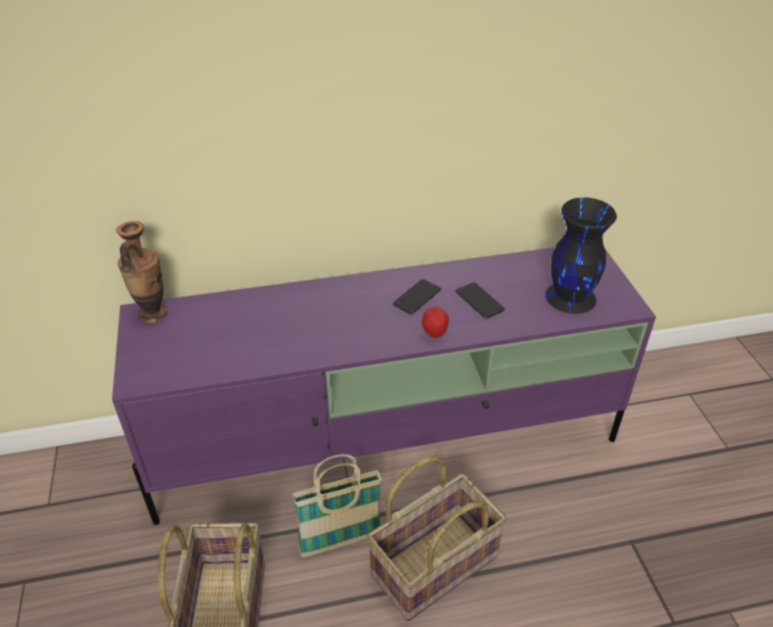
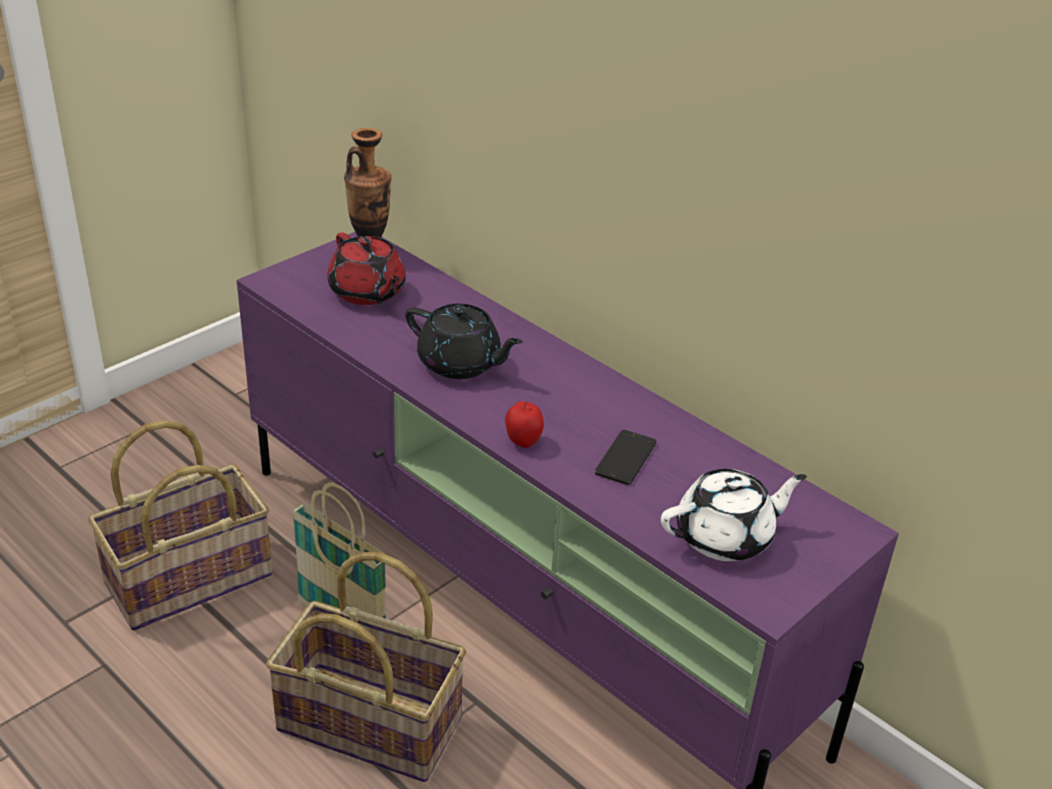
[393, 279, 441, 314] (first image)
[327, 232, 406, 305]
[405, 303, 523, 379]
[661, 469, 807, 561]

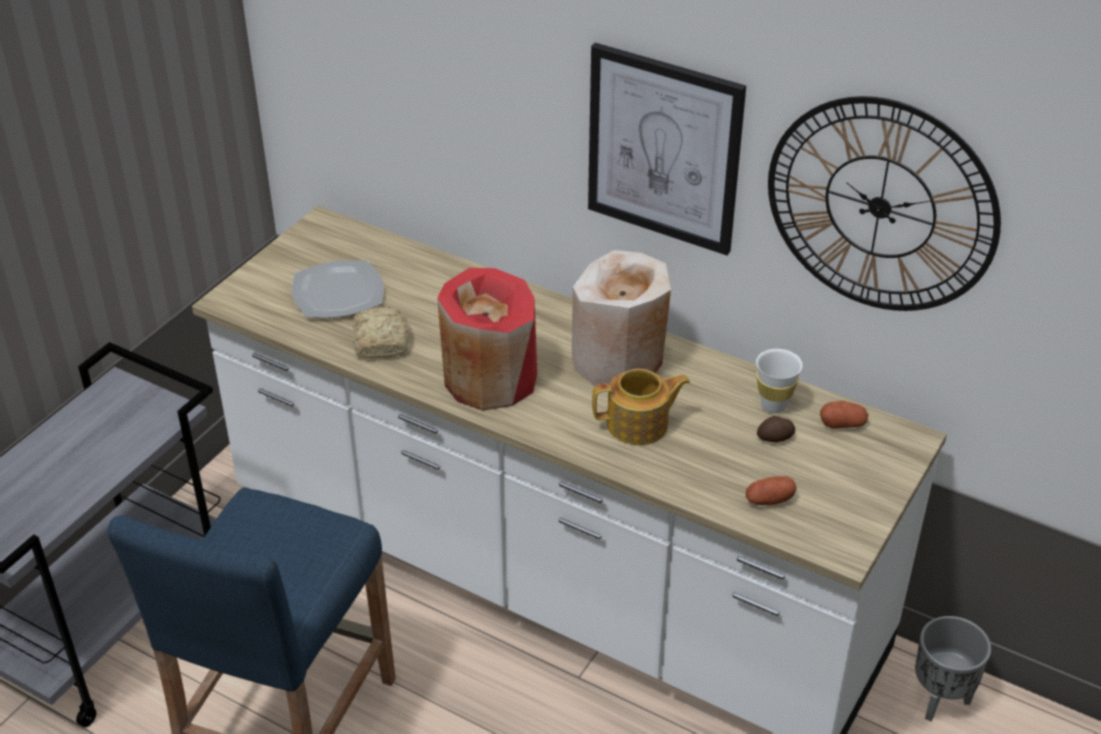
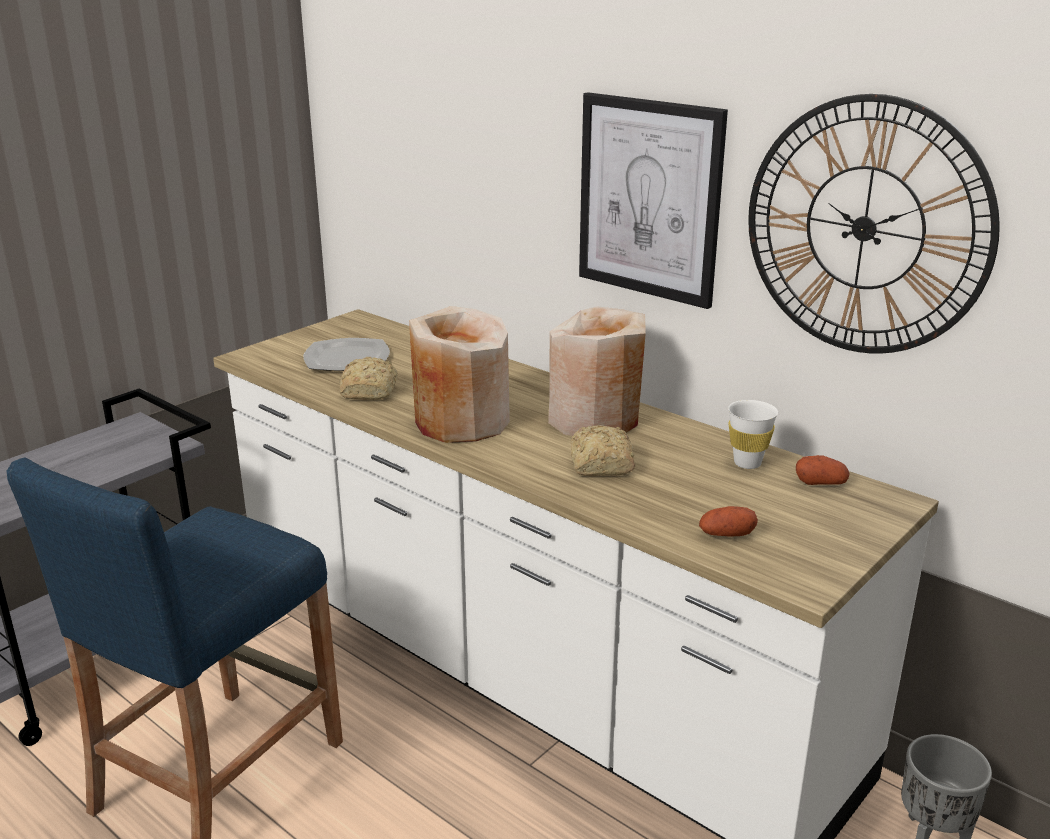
[757, 416, 795, 442] (first image)
[571, 425, 635, 476]
[409, 306, 510, 443]

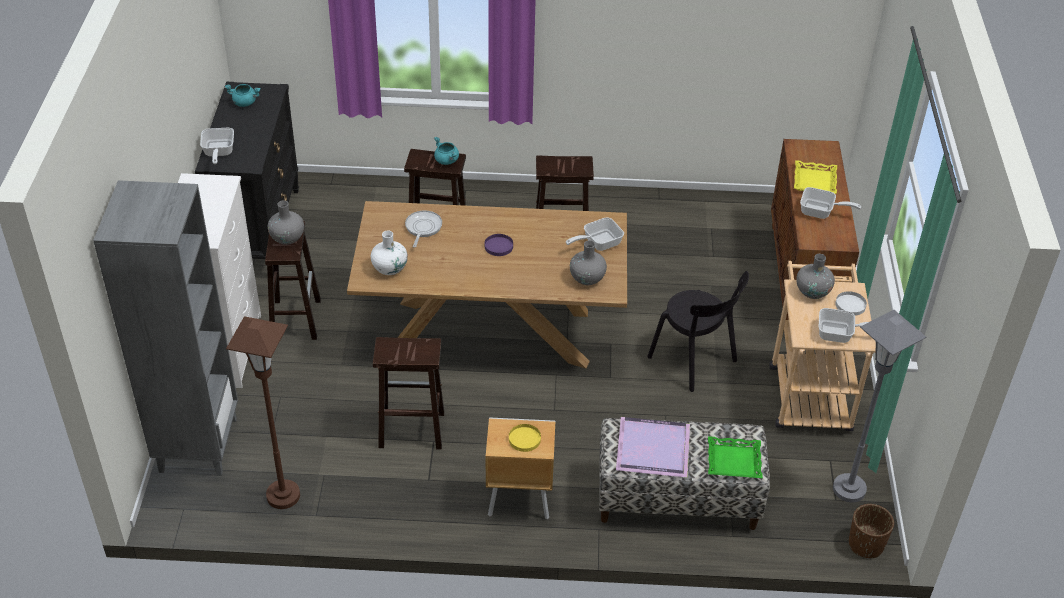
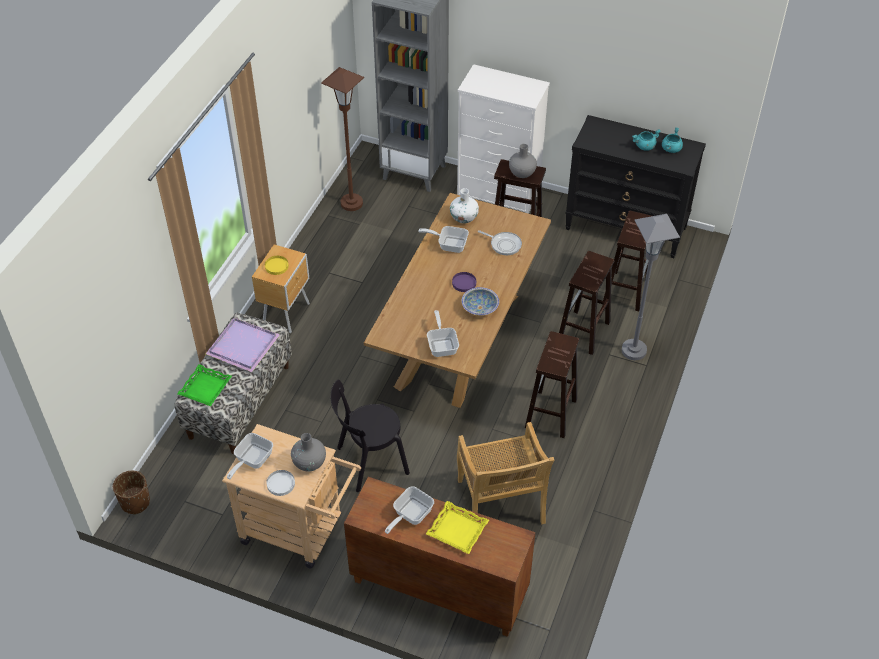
[570, 241, 607, 285] (first image)
[457, 422, 554, 524]
[462, 287, 499, 315]
[418, 226, 469, 253]
[603, 211, 652, 312]
[632, 130, 661, 151]
[622, 214, 680, 360]

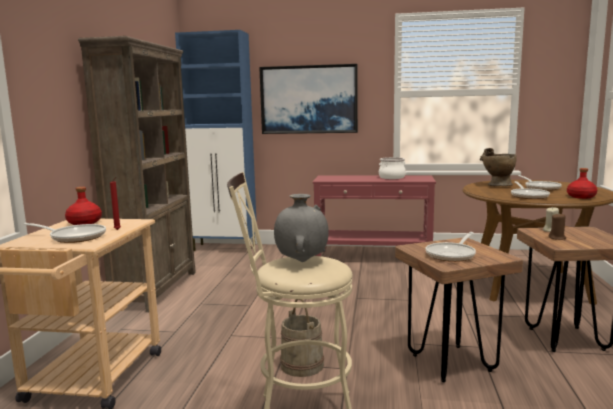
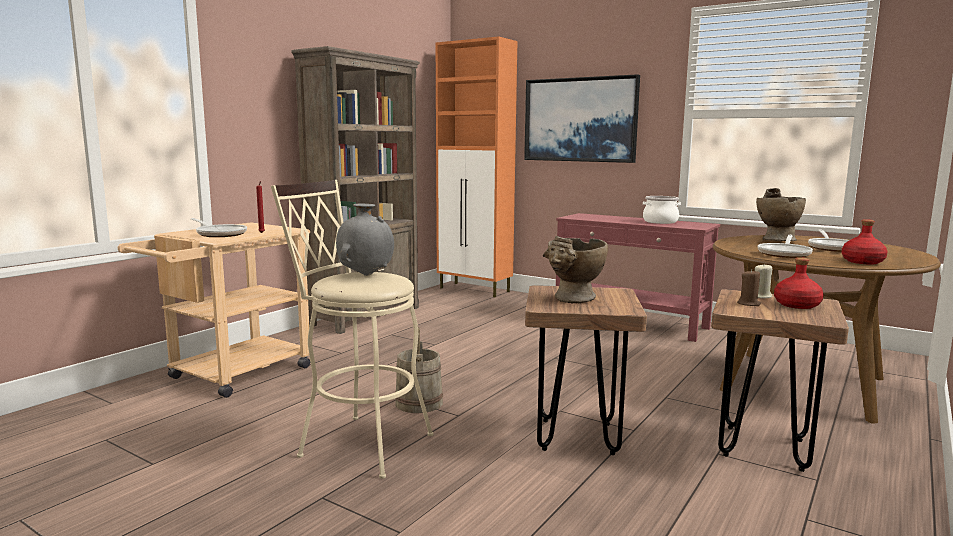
[774, 257, 824, 309]
[543, 236, 608, 304]
[436, 36, 517, 297]

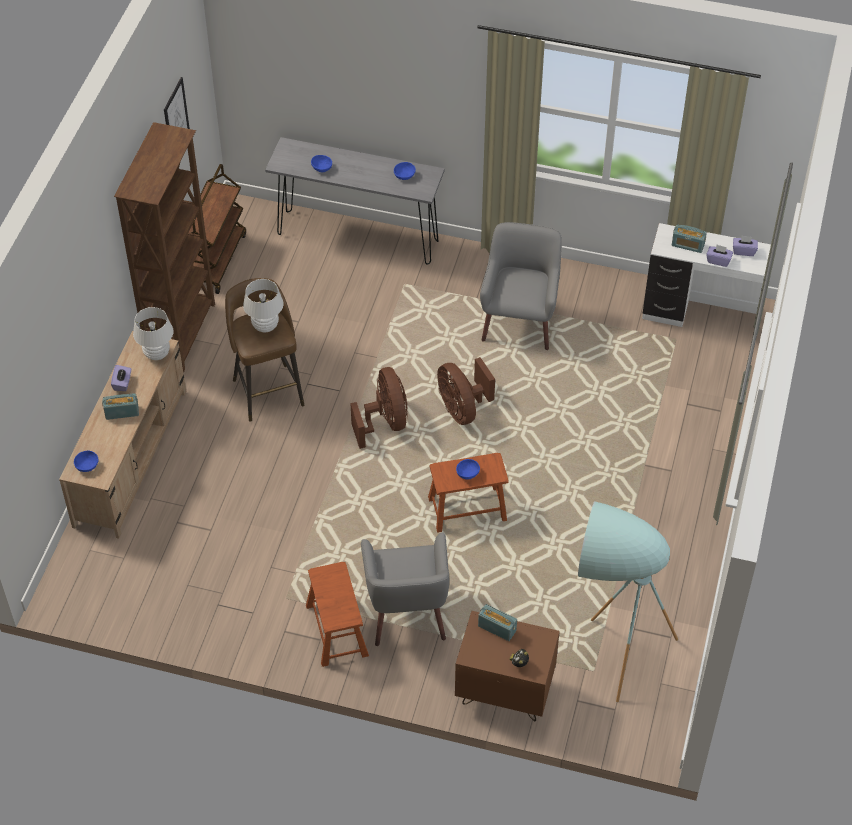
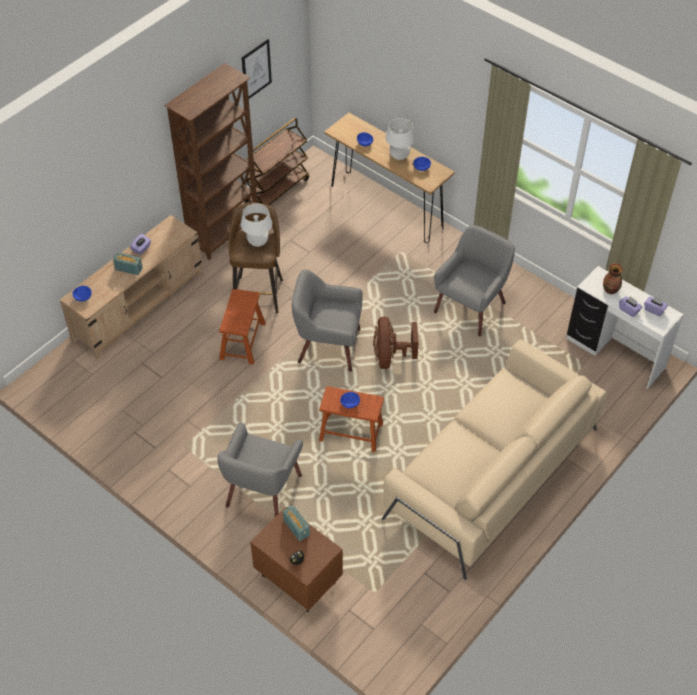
[578, 501, 678, 702] (first image)
[382, 339, 607, 580]
[385, 118, 415, 160]
[219, 289, 265, 364]
[292, 269, 363, 372]
[603, 263, 623, 294]
[324, 113, 455, 243]

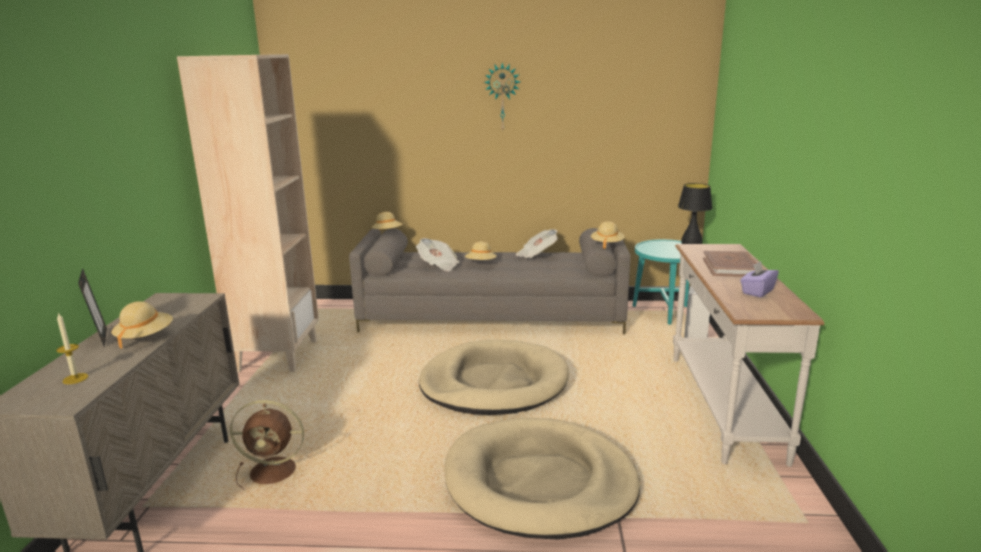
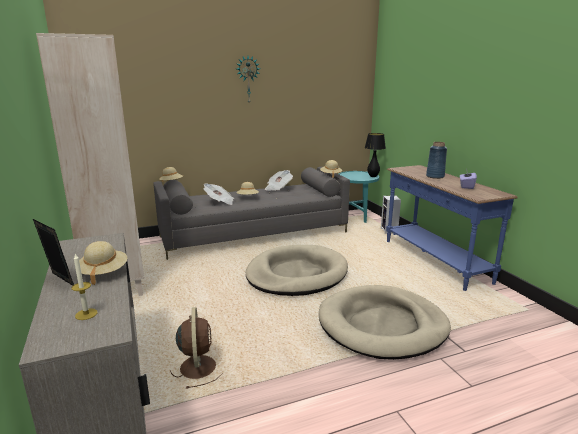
[426, 142, 447, 179]
[386, 165, 518, 291]
[170, 307, 223, 389]

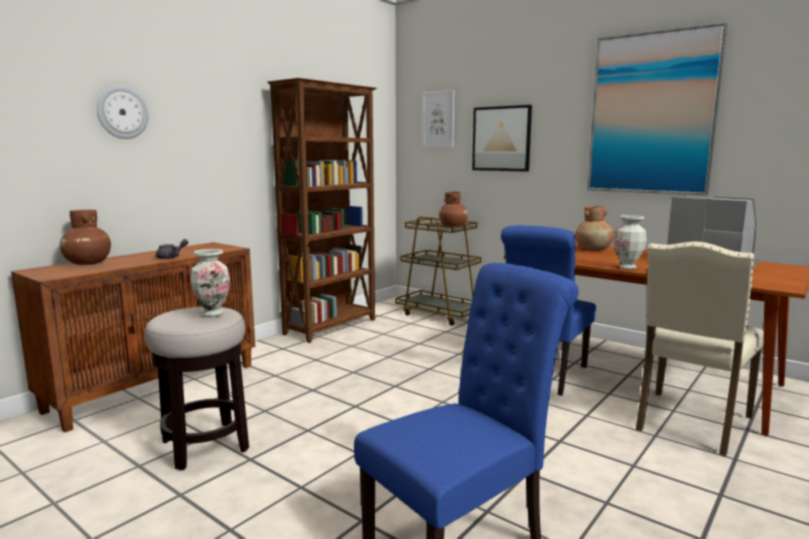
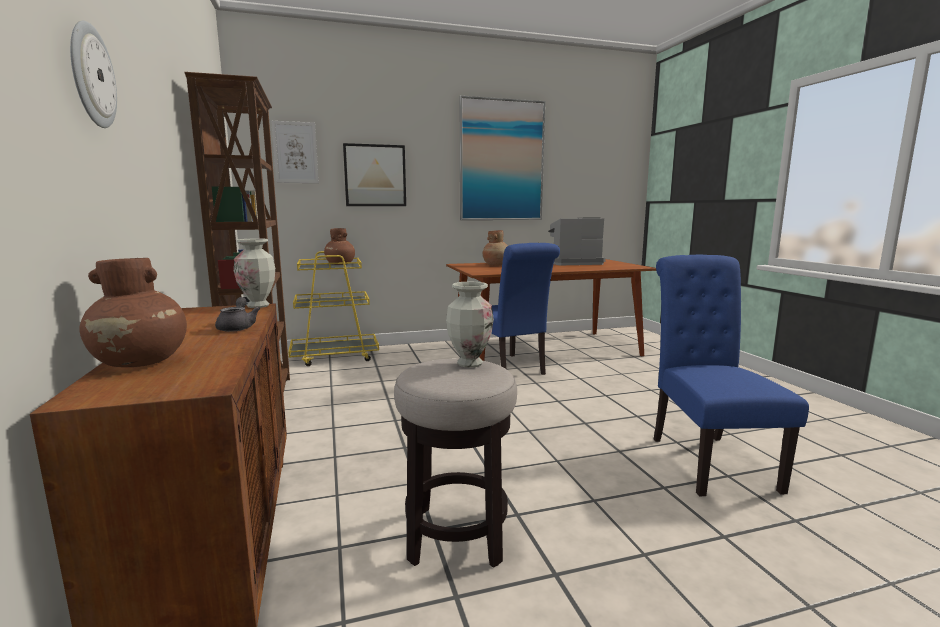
[636, 242, 764, 456] (first image)
[234, 238, 275, 308]
[288, 251, 379, 366]

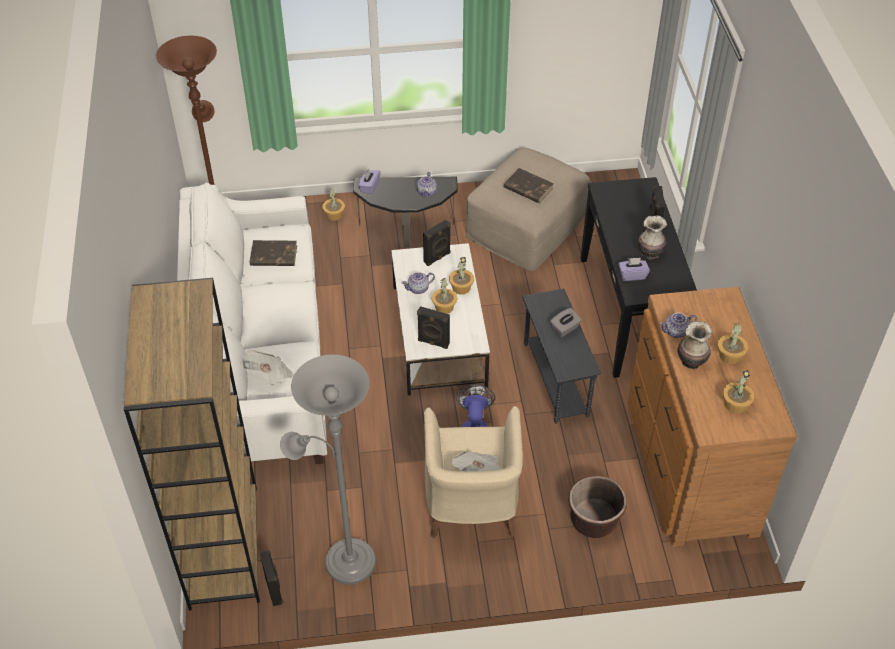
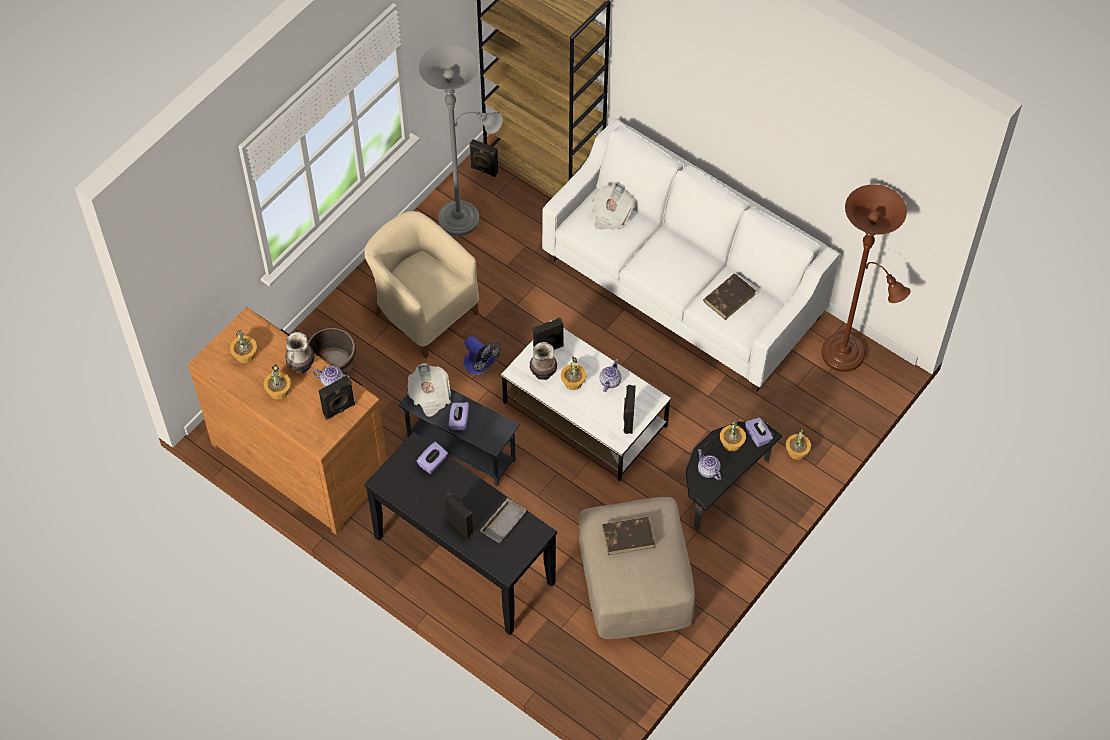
[319, 375, 355, 420]
[480, 498, 527, 543]
[720, 421, 746, 451]
[407, 363, 451, 417]
[530, 342, 557, 380]
[449, 402, 469, 431]
[313, 366, 350, 387]

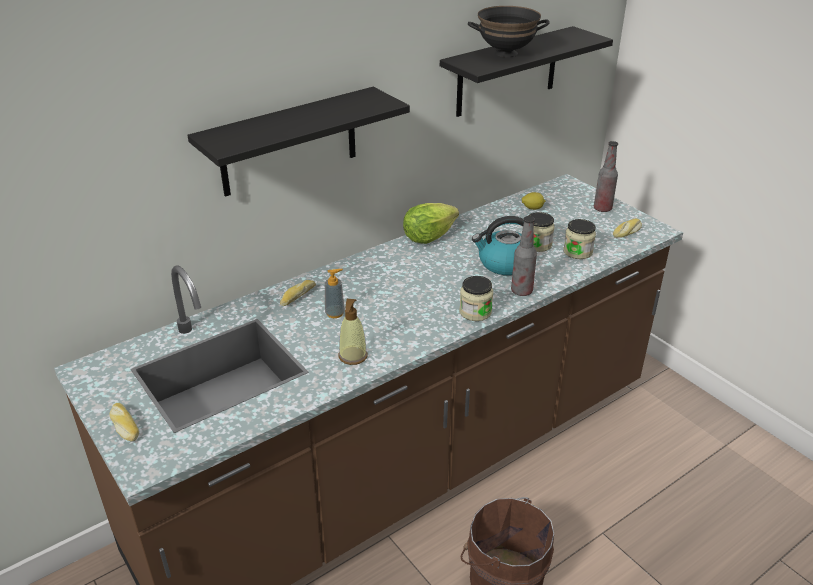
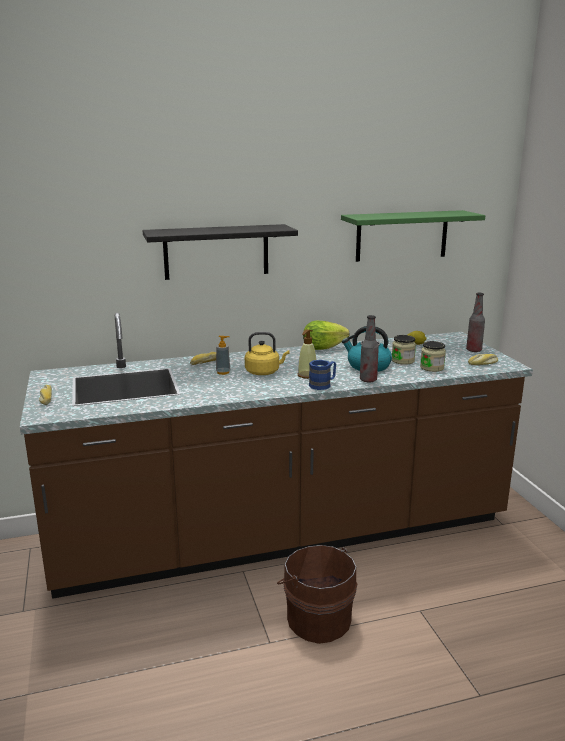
[468, 6, 550, 57] (first image)
[245, 332, 290, 375]
[297, 329, 317, 379]
[309, 360, 336, 390]
[341, 210, 485, 262]

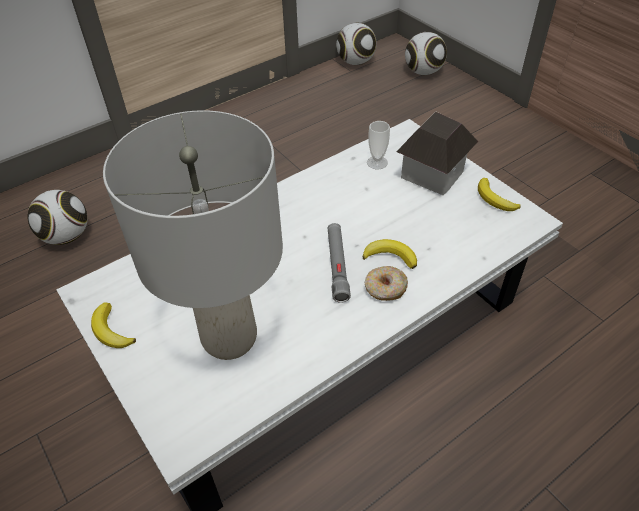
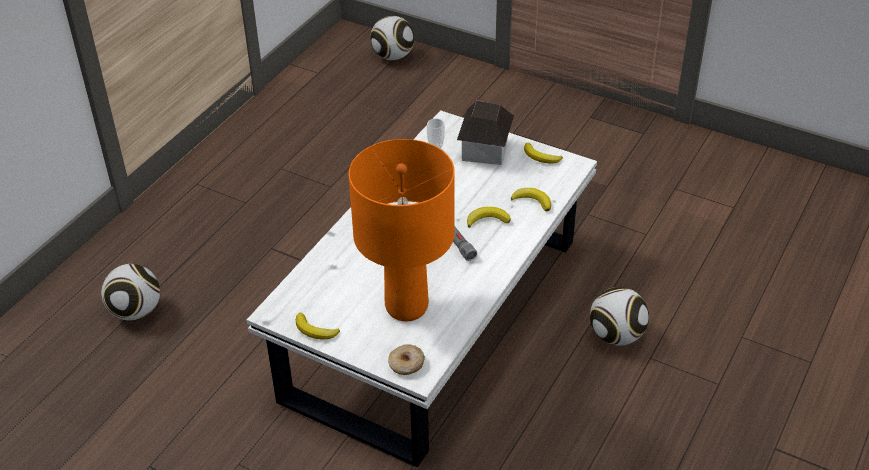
[511, 188, 551, 211]
[590, 287, 649, 346]
[388, 344, 425, 375]
[348, 139, 455, 321]

